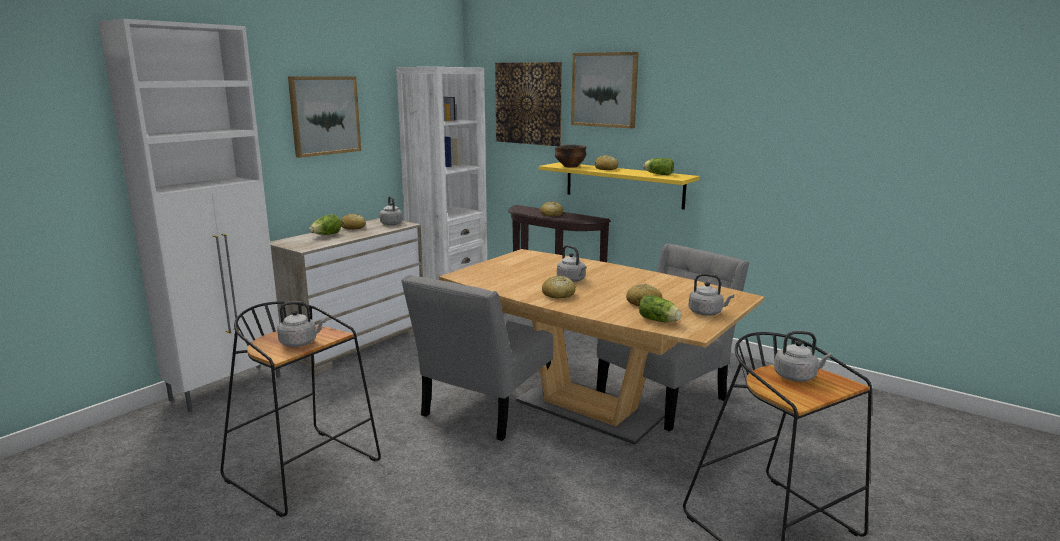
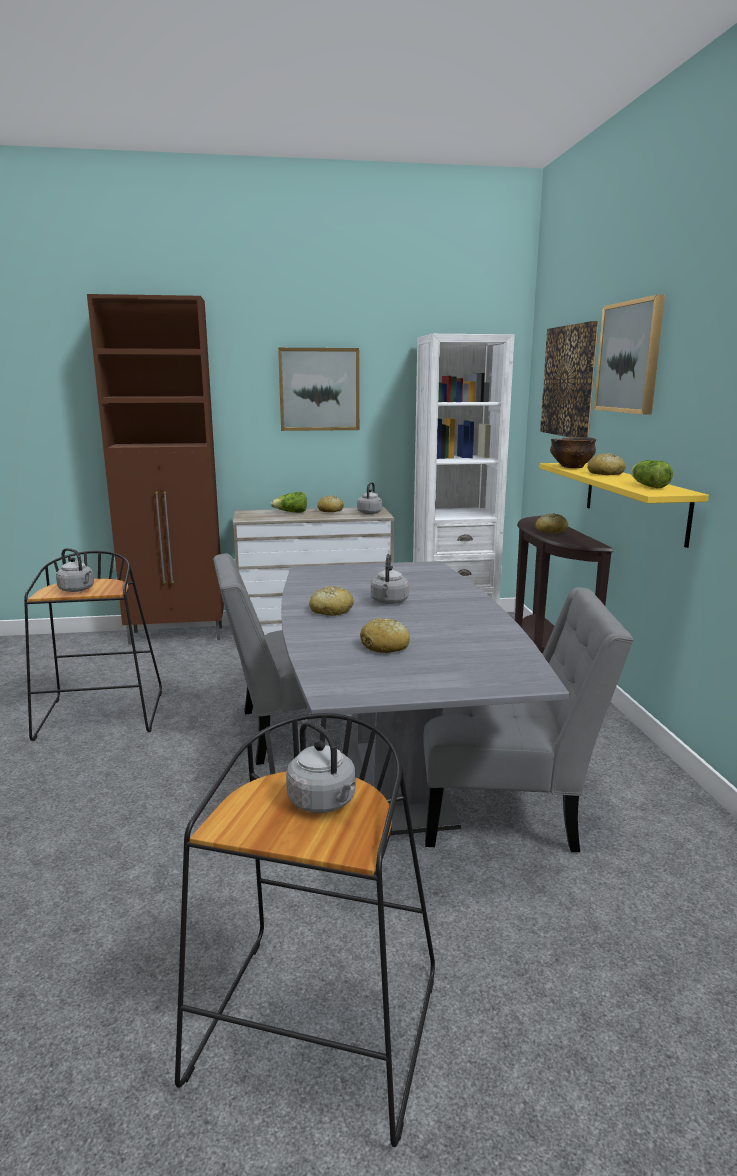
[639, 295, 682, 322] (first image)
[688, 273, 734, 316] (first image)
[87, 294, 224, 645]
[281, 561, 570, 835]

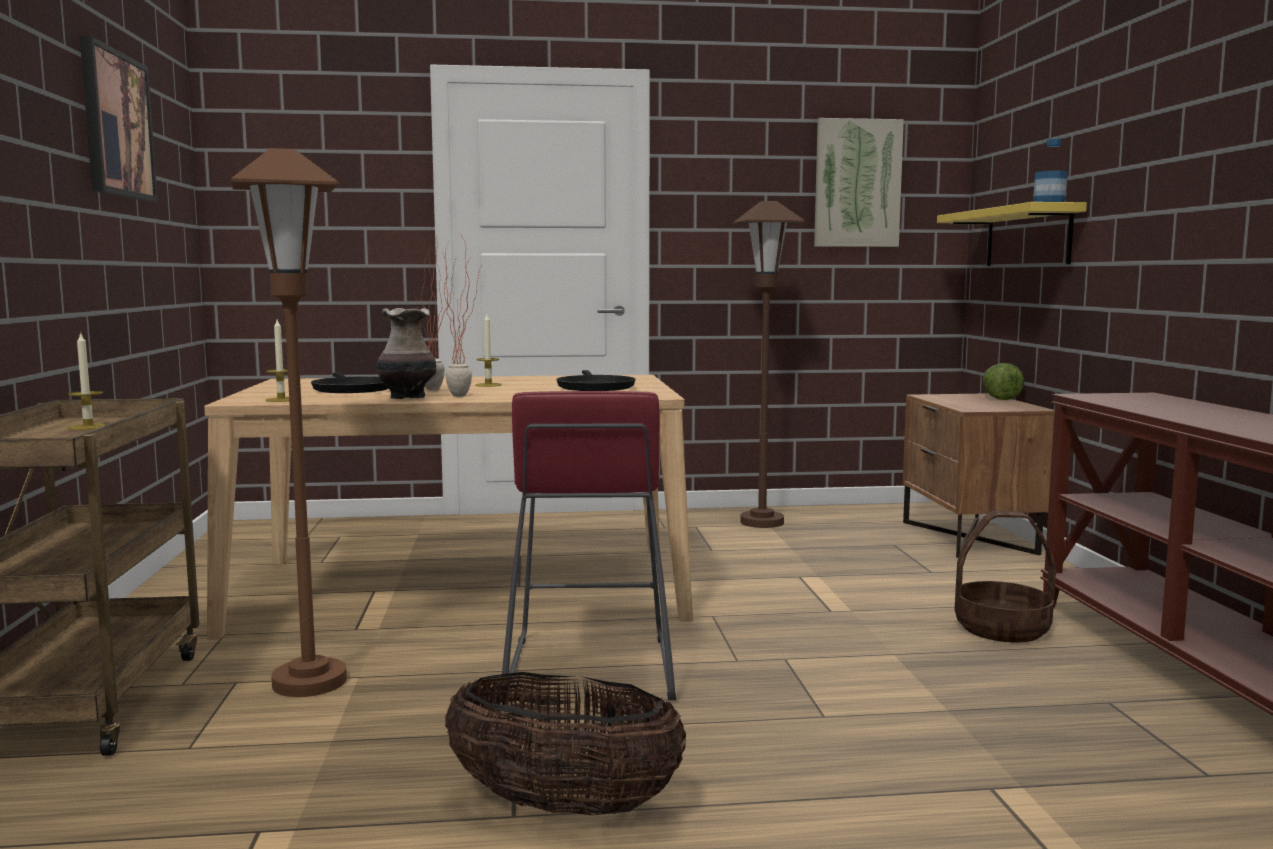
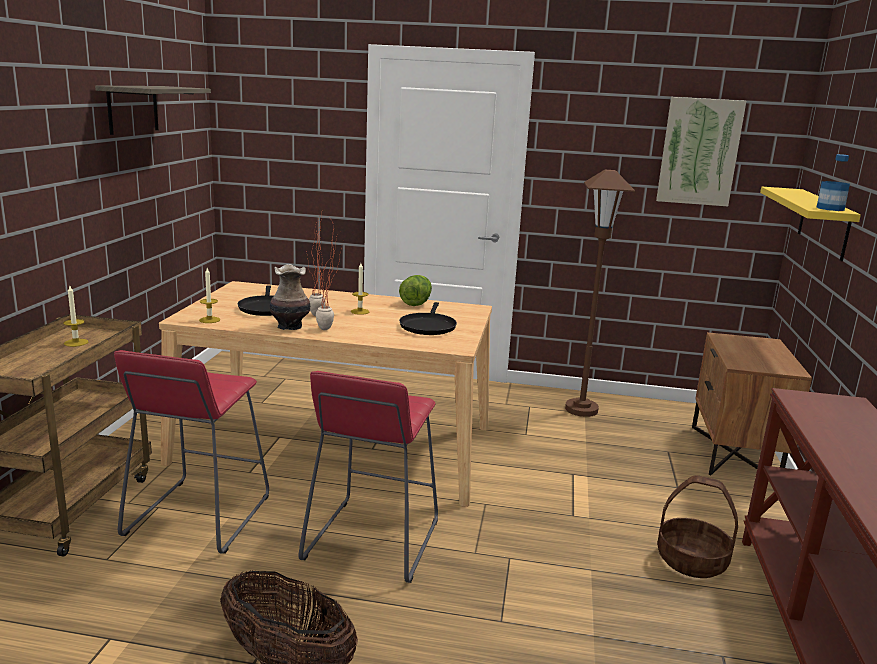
[399, 275, 432, 306]
[95, 86, 211, 135]
[114, 350, 269, 554]

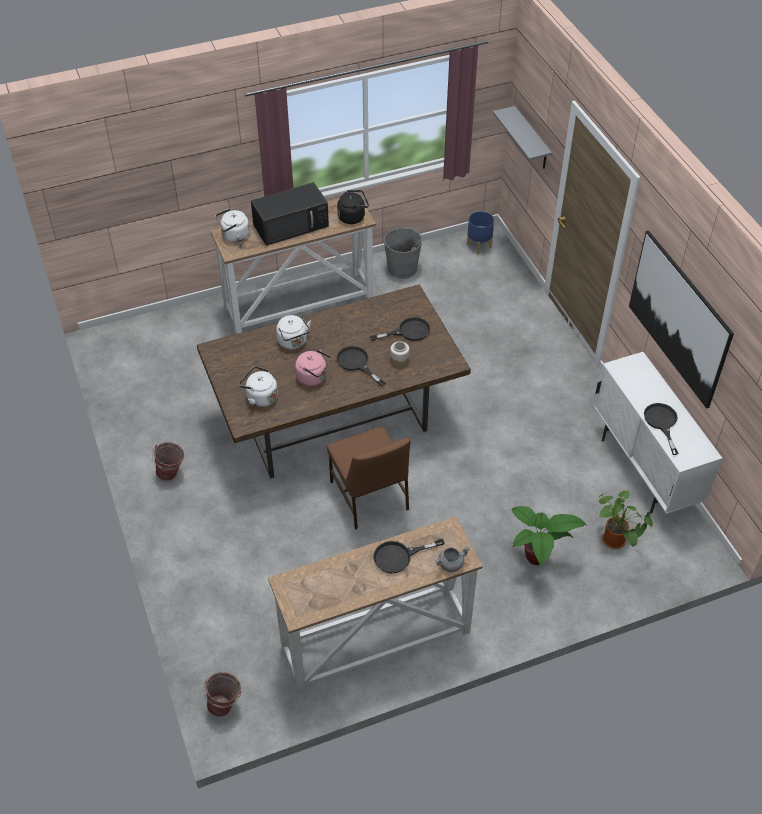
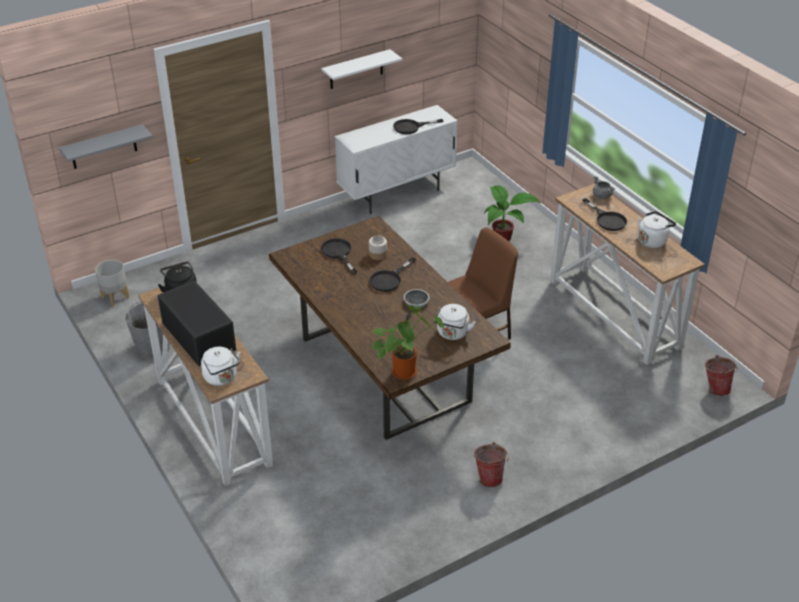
[638, 211, 676, 248]
[371, 305, 444, 380]
[404, 289, 430, 319]
[321, 49, 402, 89]
[95, 260, 129, 306]

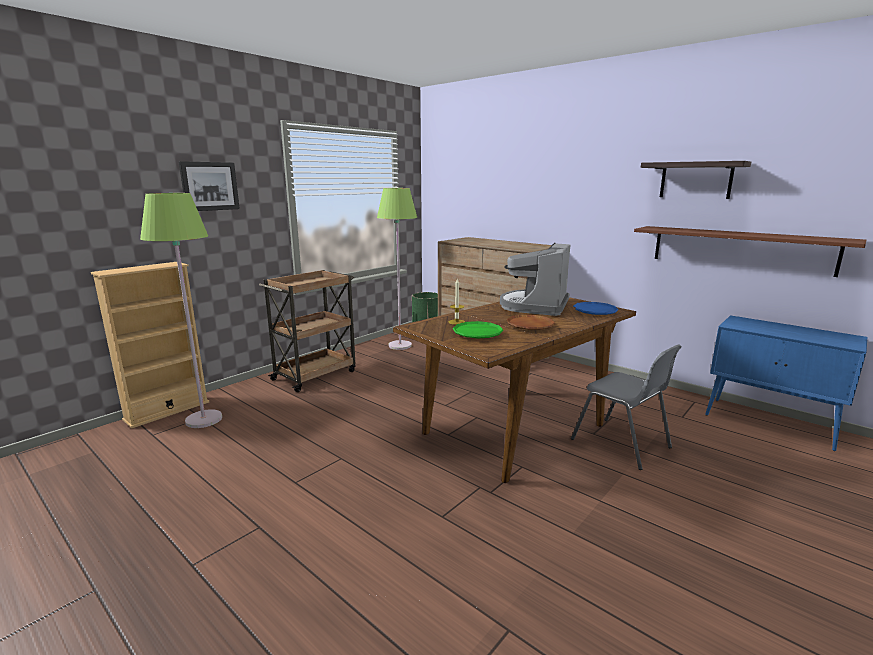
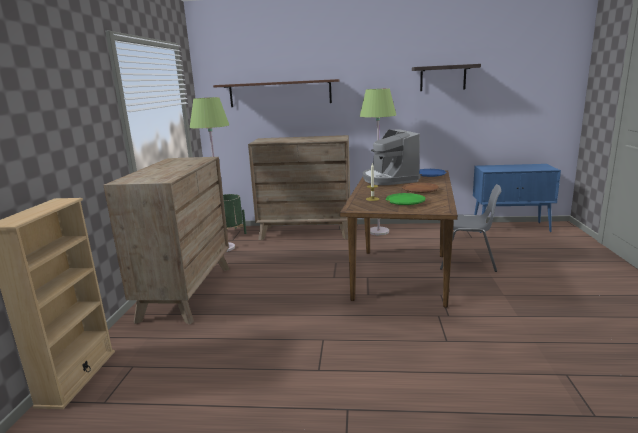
[179, 161, 240, 211] (first image)
[360, 88, 396, 235]
[213, 79, 339, 107]
[104, 157, 230, 325]

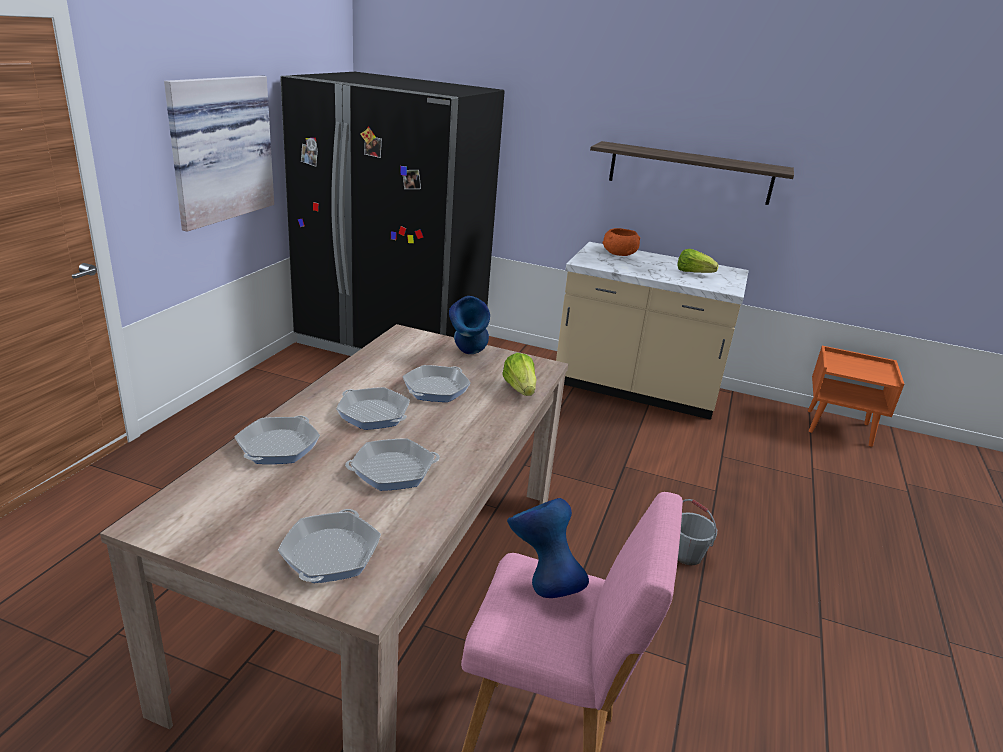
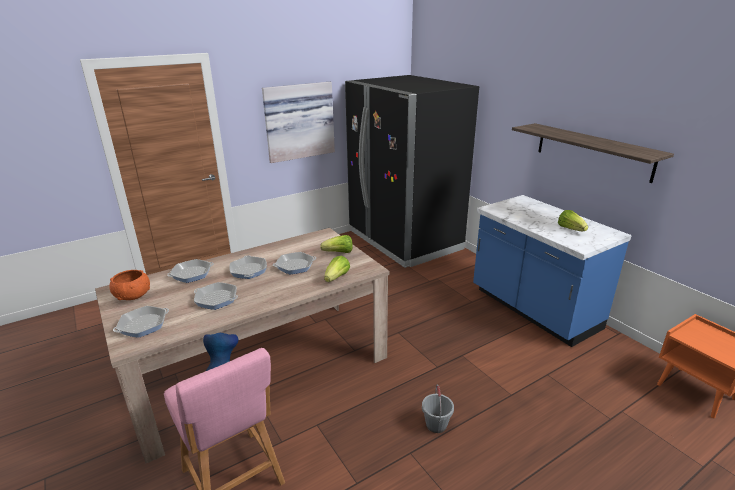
[109, 270, 150, 300]
[320, 235, 353, 253]
[473, 195, 632, 347]

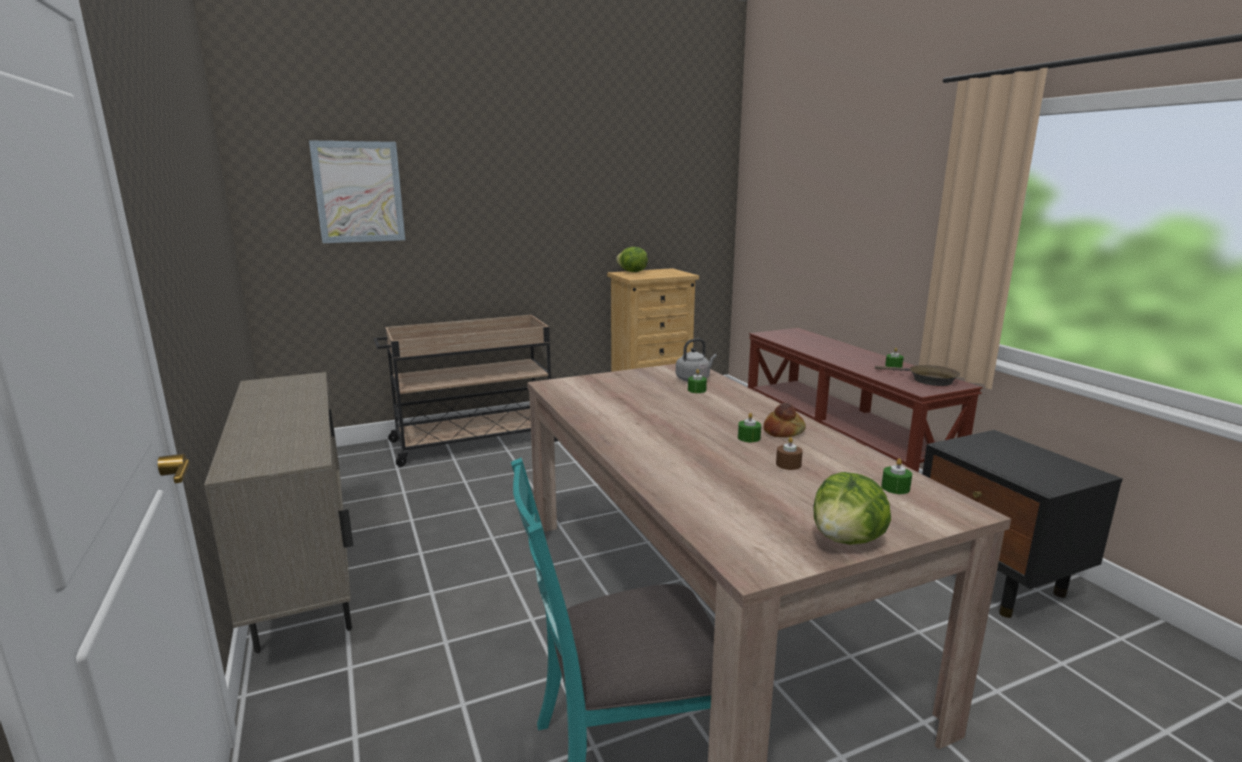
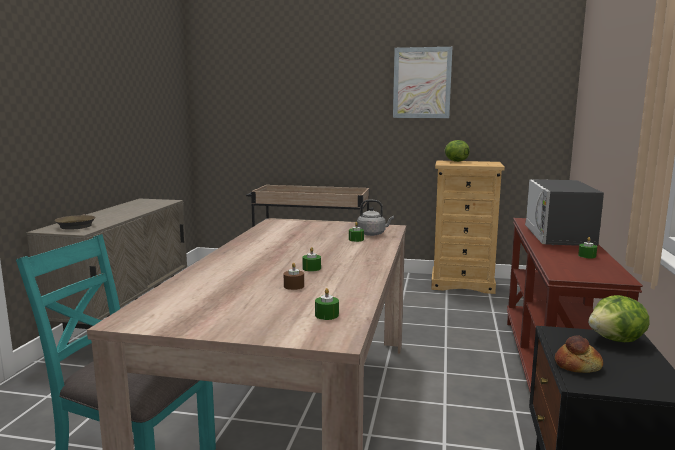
[525, 179, 604, 246]
[393, 47, 452, 118]
[555, 335, 603, 373]
[588, 295, 650, 342]
[55, 214, 96, 230]

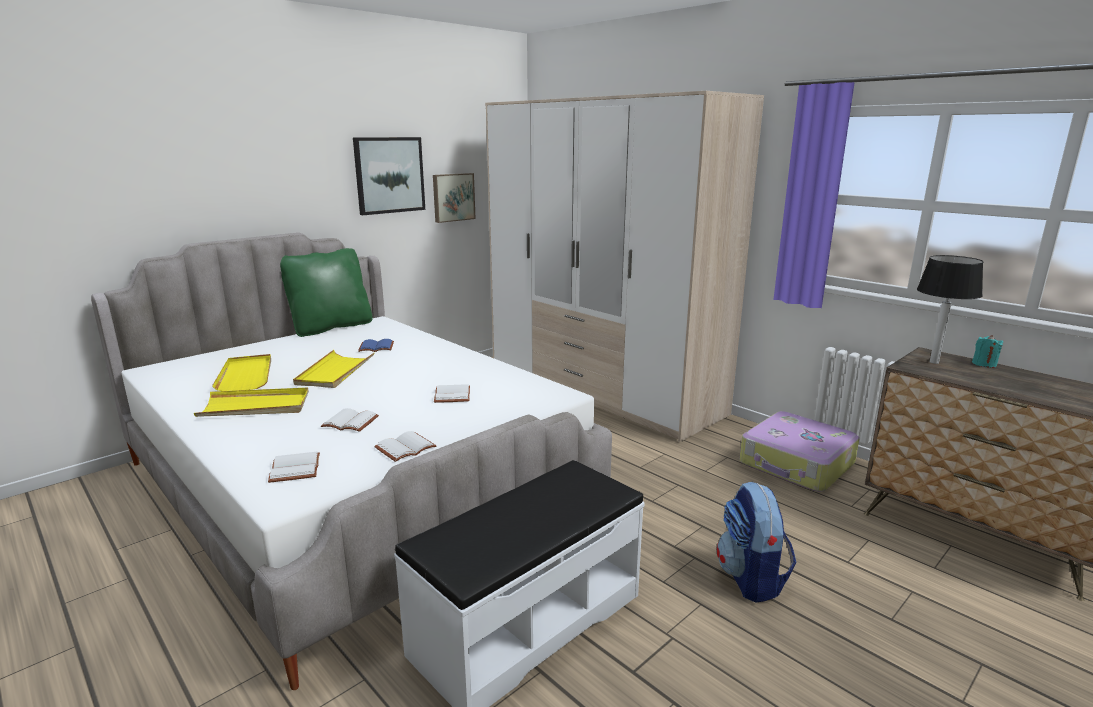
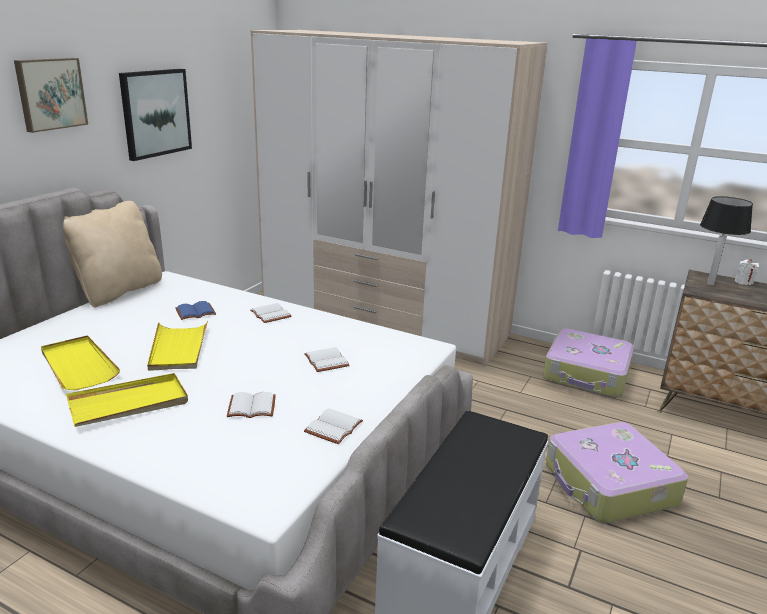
[250, 303, 292, 323]
[14, 58, 88, 133]
[546, 422, 688, 523]
[63, 201, 162, 307]
[735, 259, 759, 285]

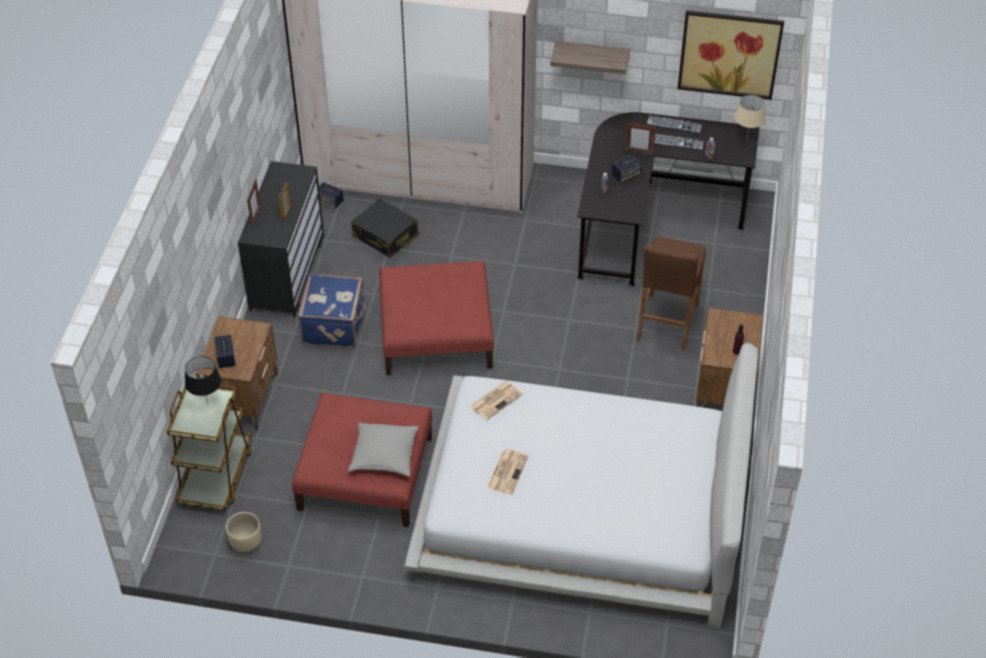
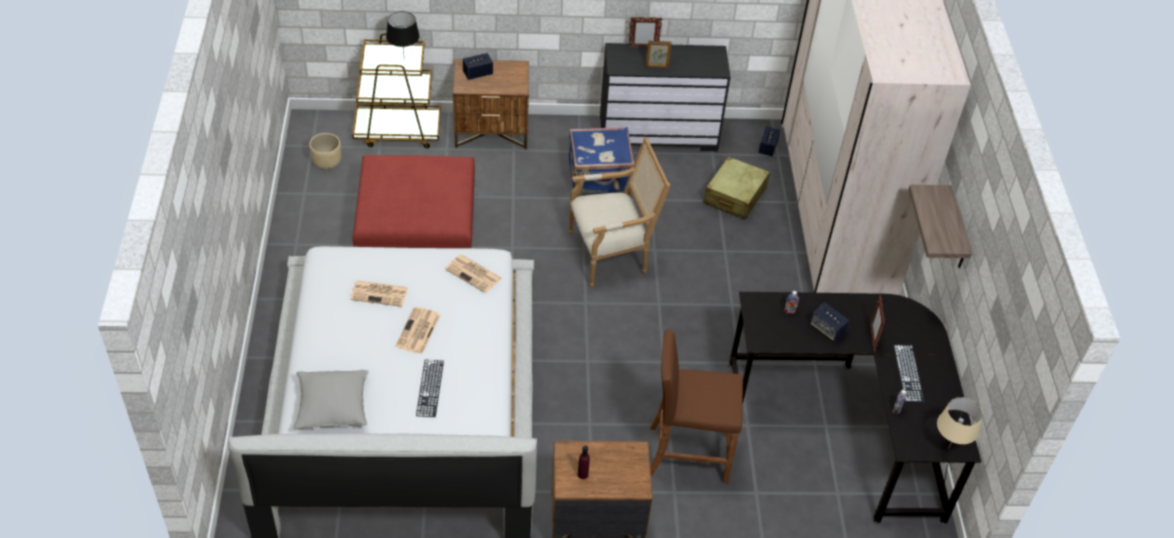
[677, 10, 784, 100] (first image)
[395, 307, 440, 354]
[293, 370, 369, 429]
[416, 359, 444, 417]
[569, 137, 671, 288]
[704, 156, 770, 220]

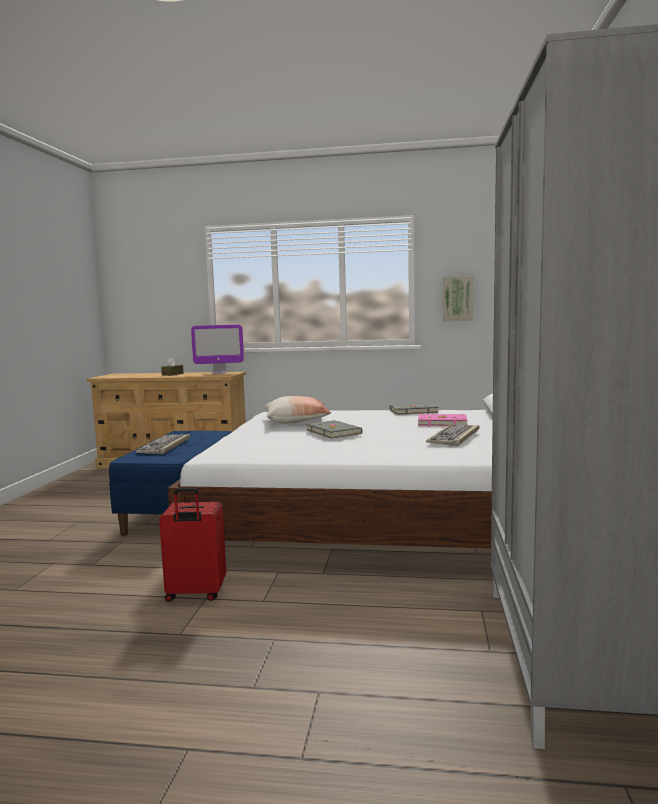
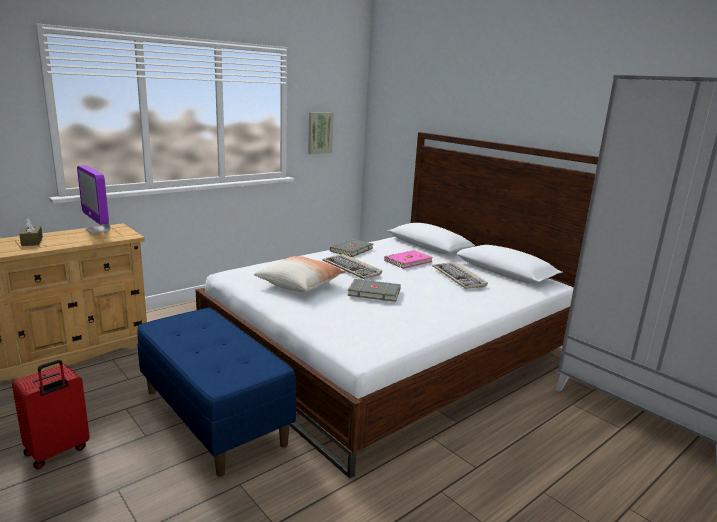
[323, 254, 382, 279]
[12, 360, 90, 469]
[77, 165, 111, 234]

